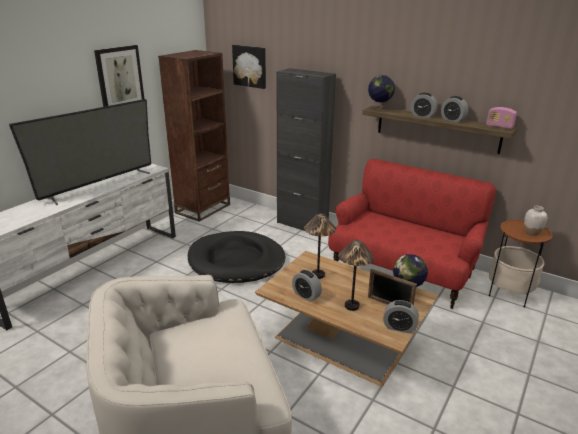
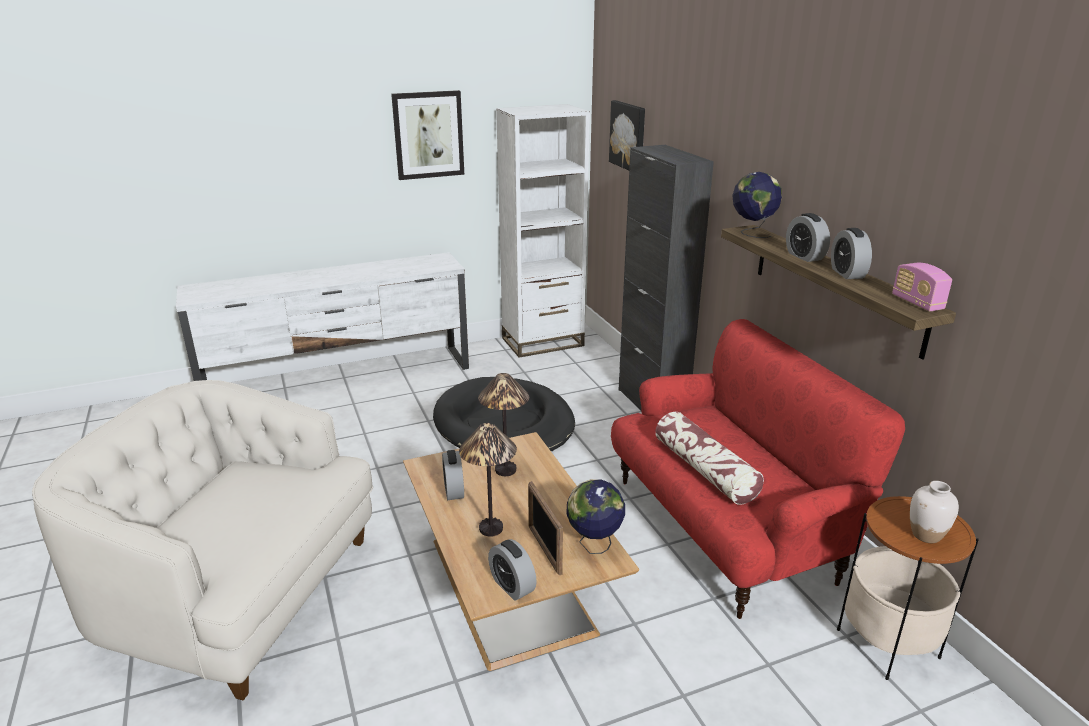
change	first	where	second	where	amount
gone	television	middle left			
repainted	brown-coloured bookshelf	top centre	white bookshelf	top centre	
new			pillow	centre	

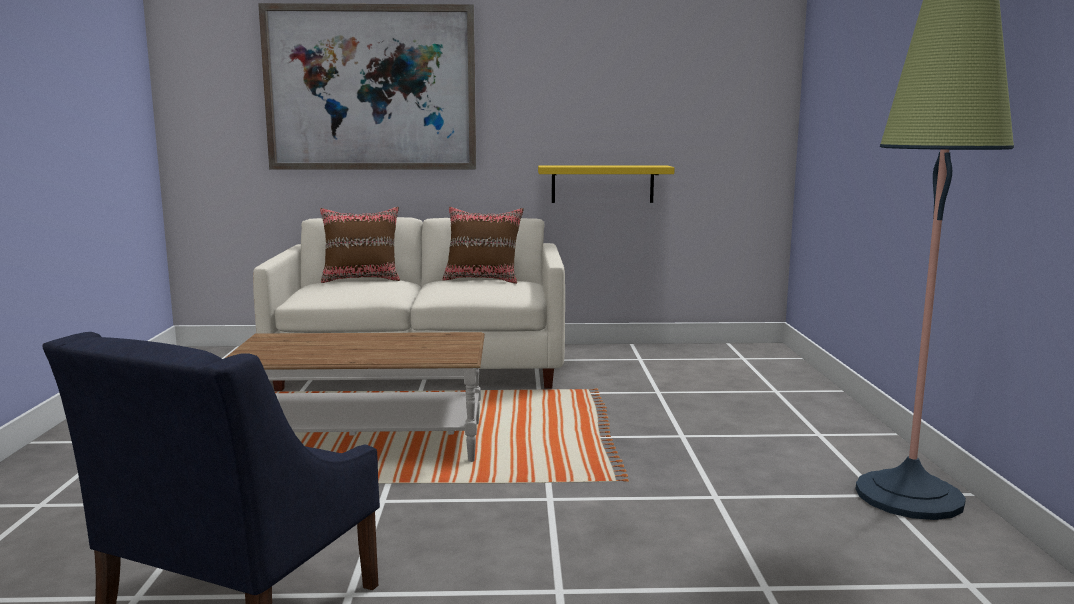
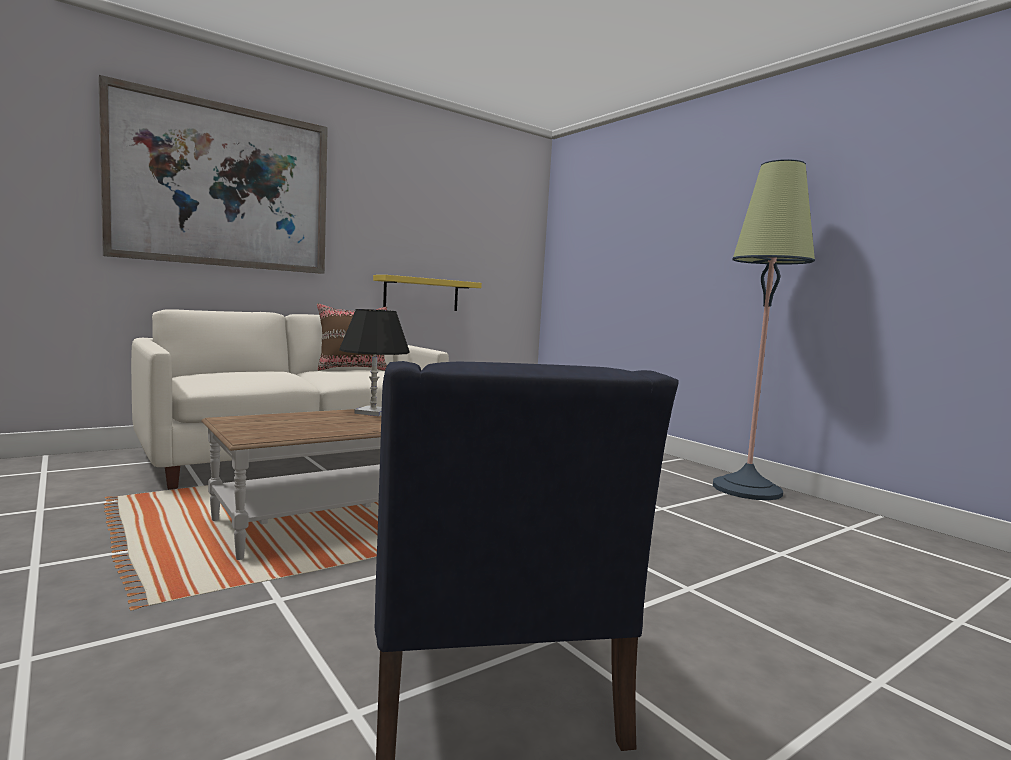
change	first	where	second	where	amount
gone	brown-coloured pillow (no. 1 from left)	centre			
new			black table lamp	centre	

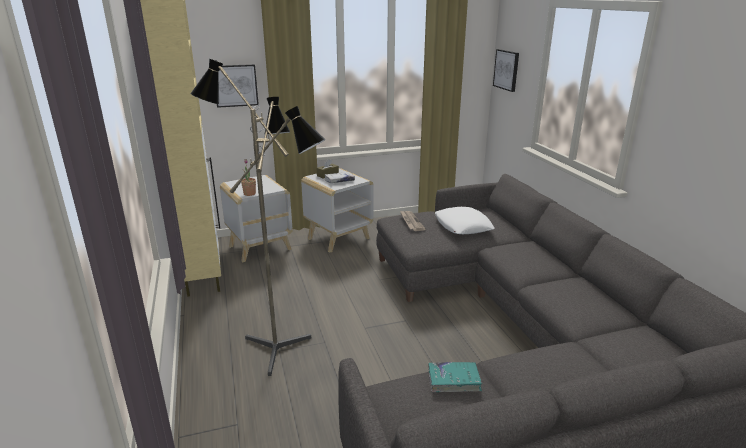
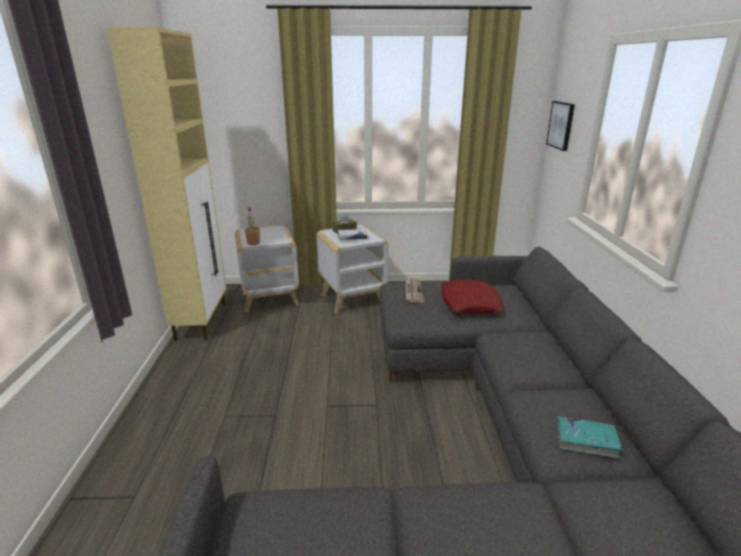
change	first	where	second	where	amount
gone	floor lamp	centre			
gone	wall picture (no. 1 from left)	top left			
shifted	blue-green book	bottom centre		bottom right	
repainted	white pillow	centre	red pillow	centre	

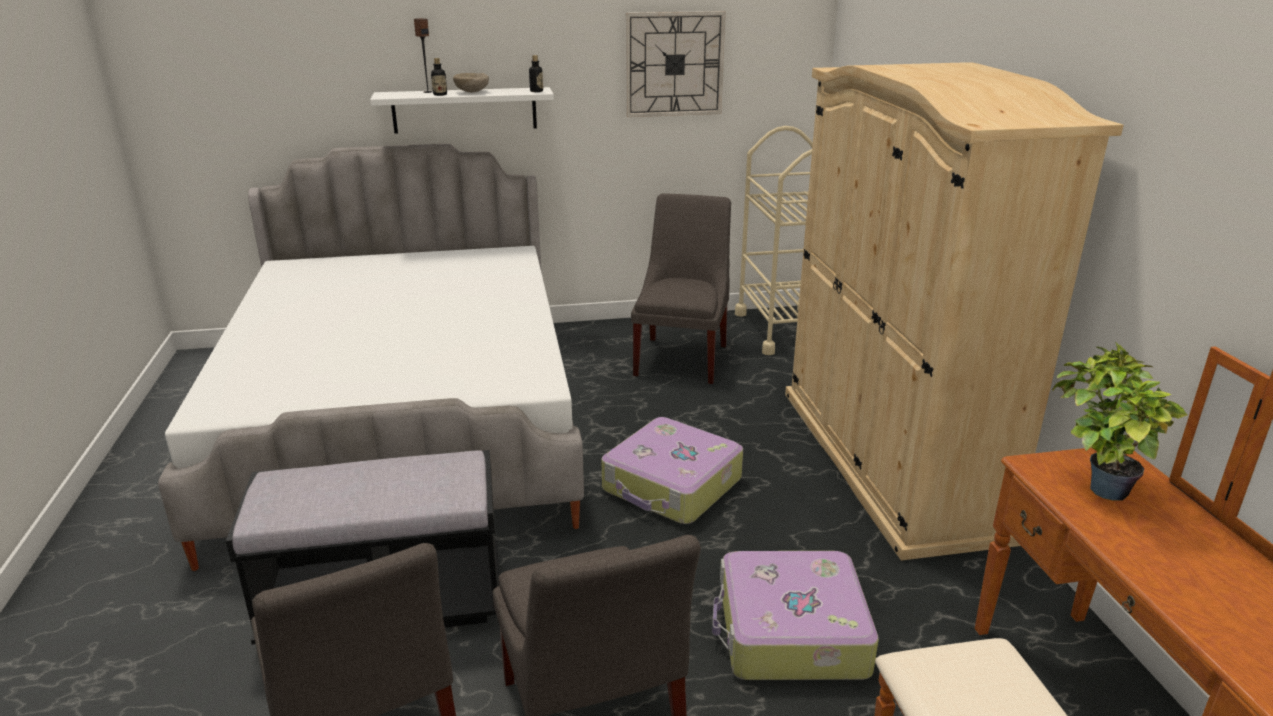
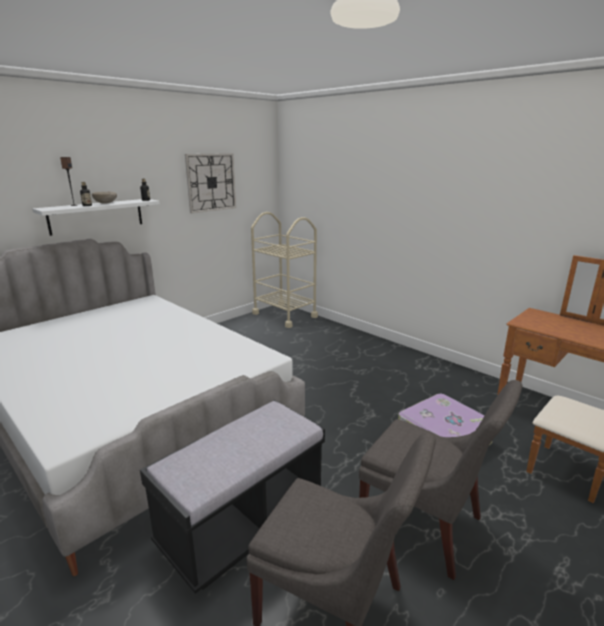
change	first	where	second	where	amount
gone	piece of luggage (no. 1 from left)	centre			
gone	gray plain chair (no. 3 from left)	centre			
gone	sand-coloured armoire	middle right			
gone	potted plant	middle right			

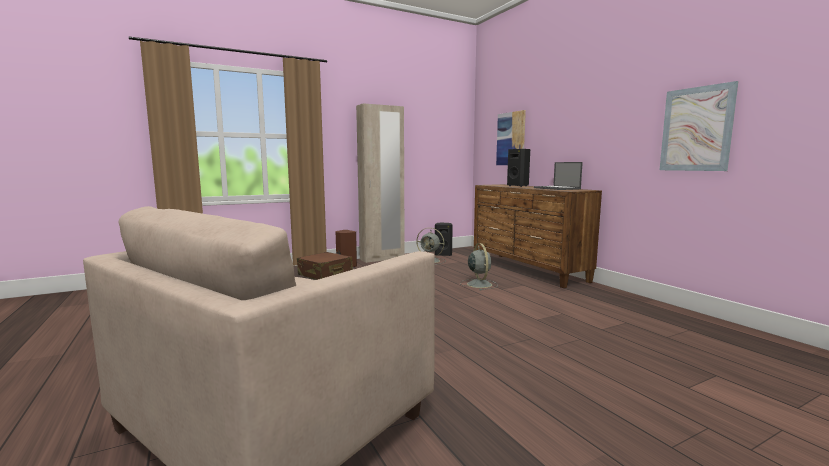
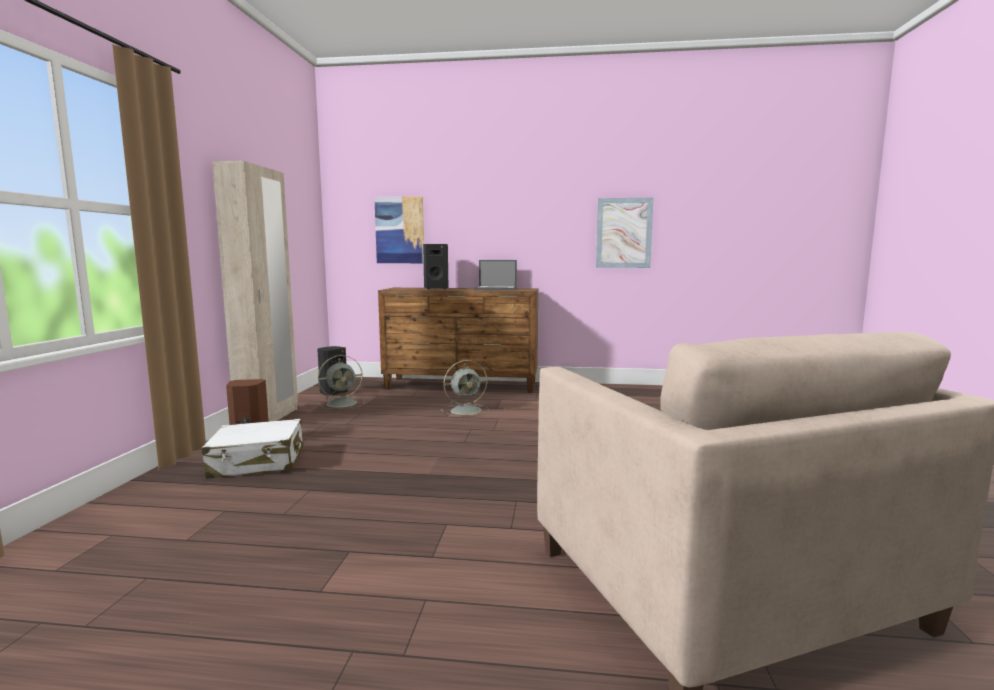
change	first	where	second	where	amount
repainted	brown-coloured piece of luggage	centre	white piece of luggage	middle left	
rotated	gray electric fan (no. 2 from left)	centre		centre	135 degrees clockwise

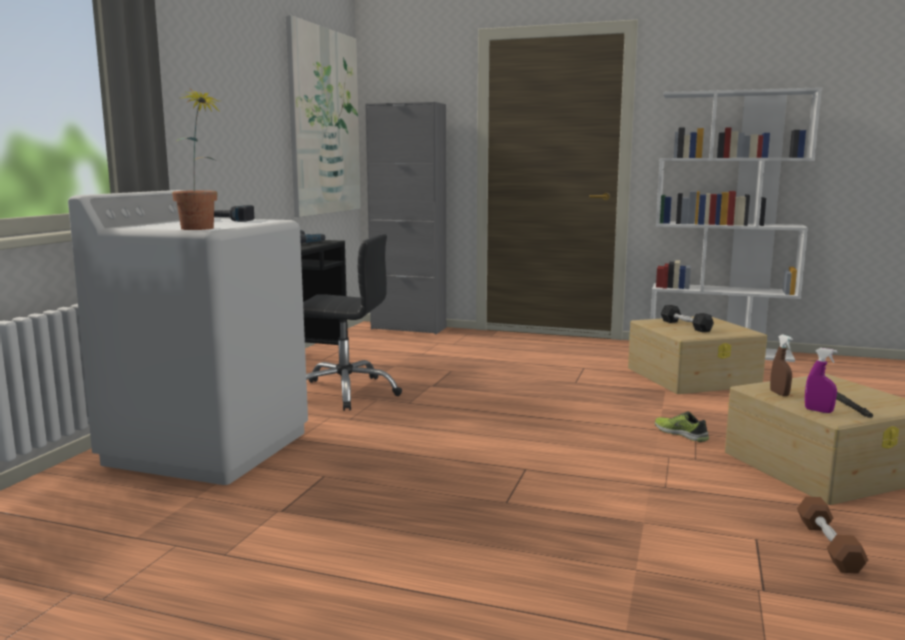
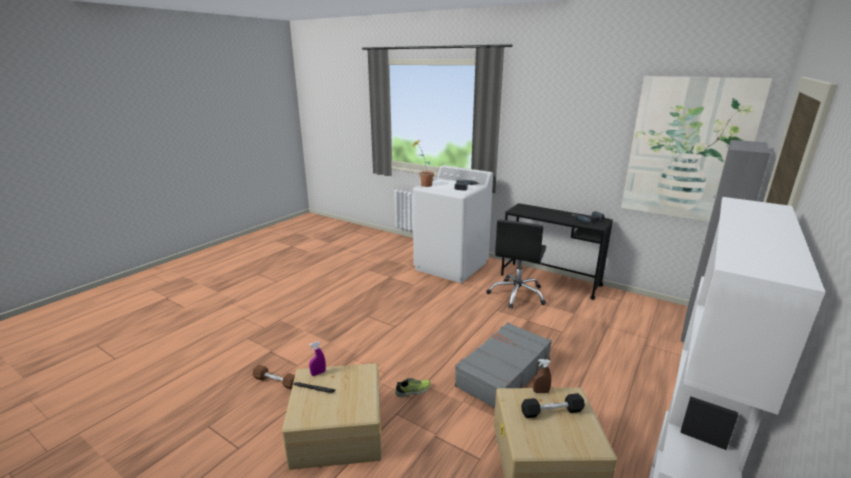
change	first	where	second	where	amount
shifted	brown-coloured spray bottle	middle right		bottom centre	
new			gray piece of luggage	bottom centre	

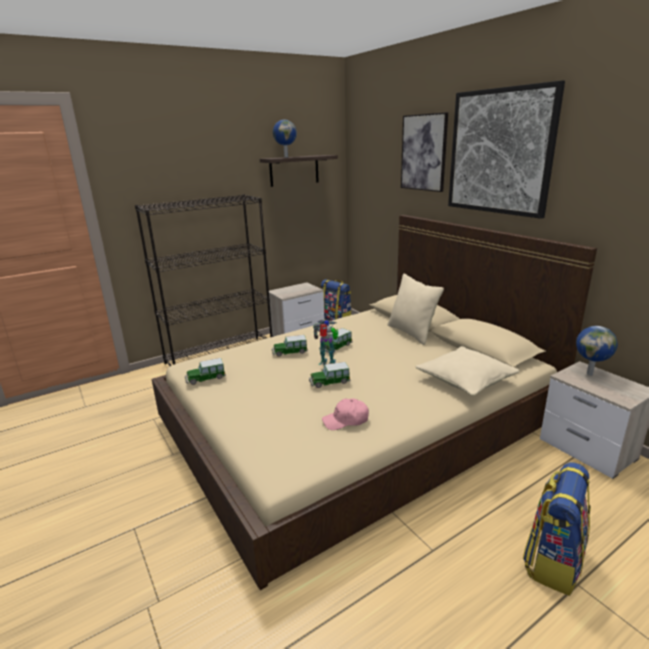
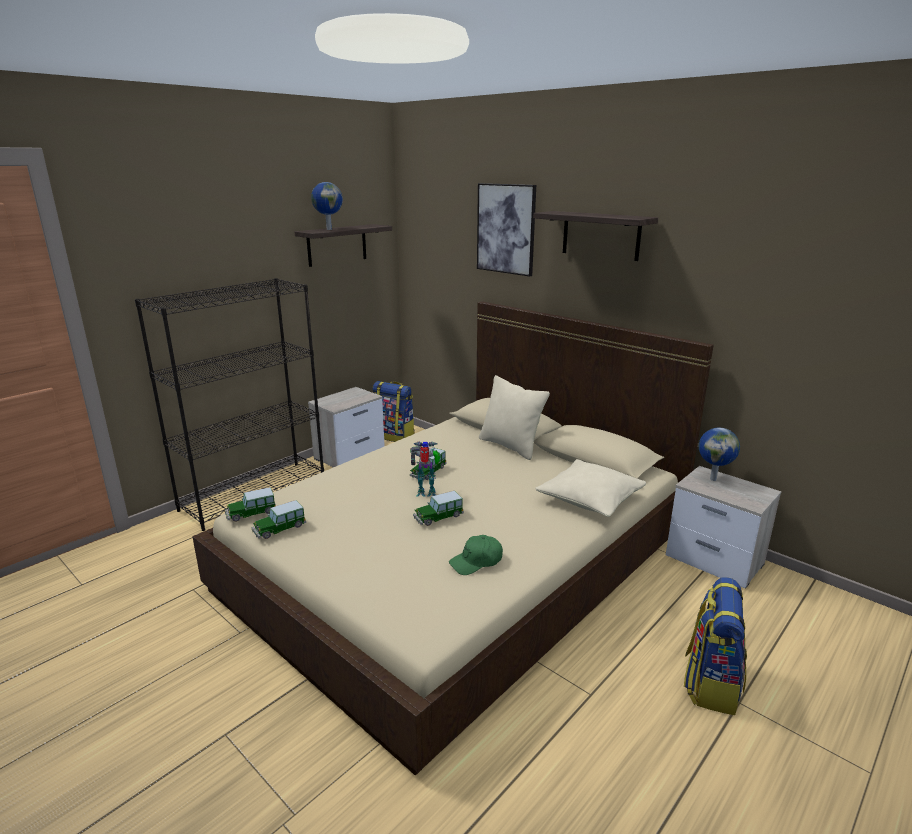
change	first	where	second	where	amount
shifted	miniature car (no. 2 from left in the first image)	centre	miniature car (no. 1 from left)	middle left	
repainted	pinkish peaked cap	centre	green peaked cap	centre	
swapped	wall picture (no. 2 from left)	top right	shelf (no. 2 from left)	top centre	

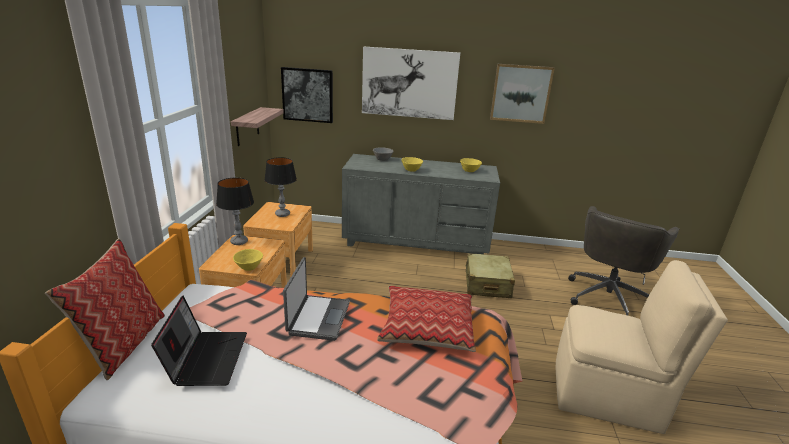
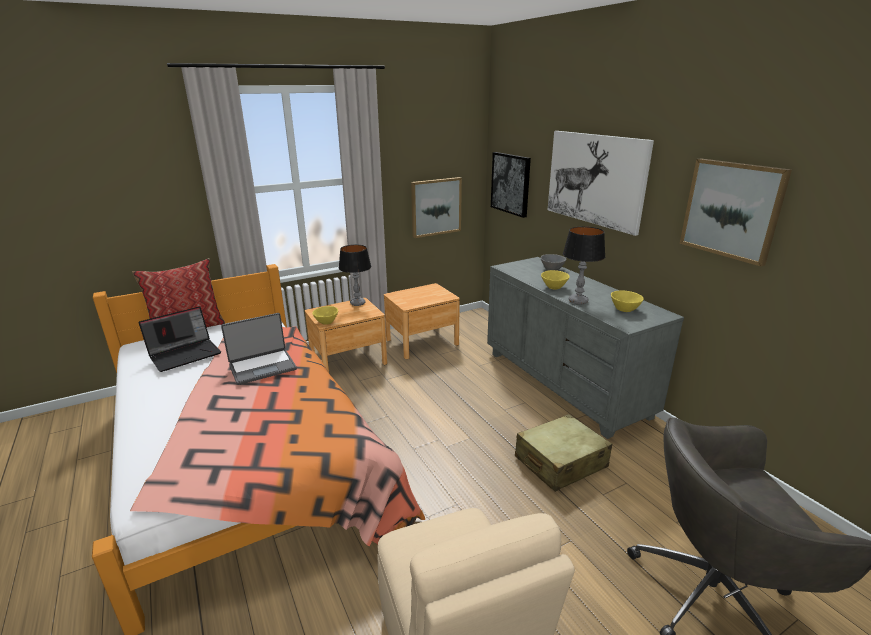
change	first	where	second	where	amount
swapped	shelf	top left	wall picture (no. 1 from left)	top centre	
shifted	table lamp (no. 2 from left)	centre		middle right	
gone	pillow (no. 2 from left)	bottom centre			

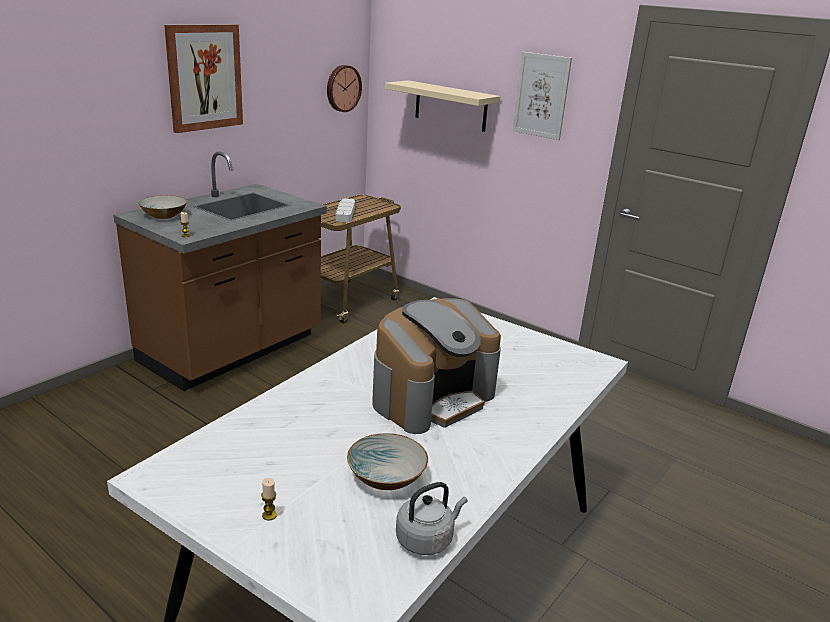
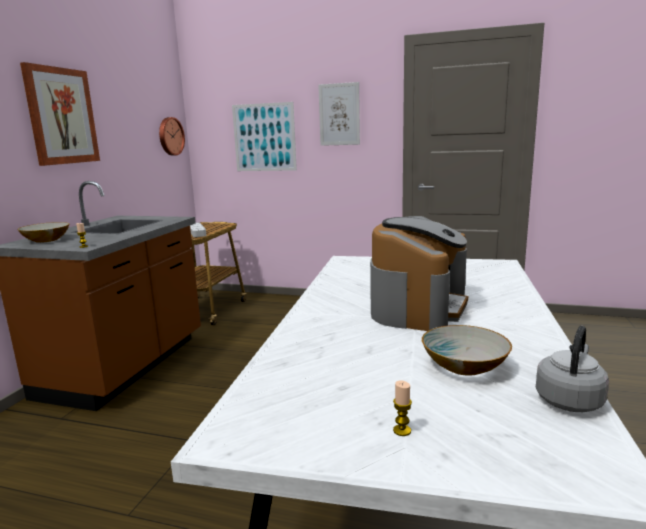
change	first	where	second	where	amount
swapped	sand-coloured shelf	top centre	wall picture (no. 2 from left)	top centre	

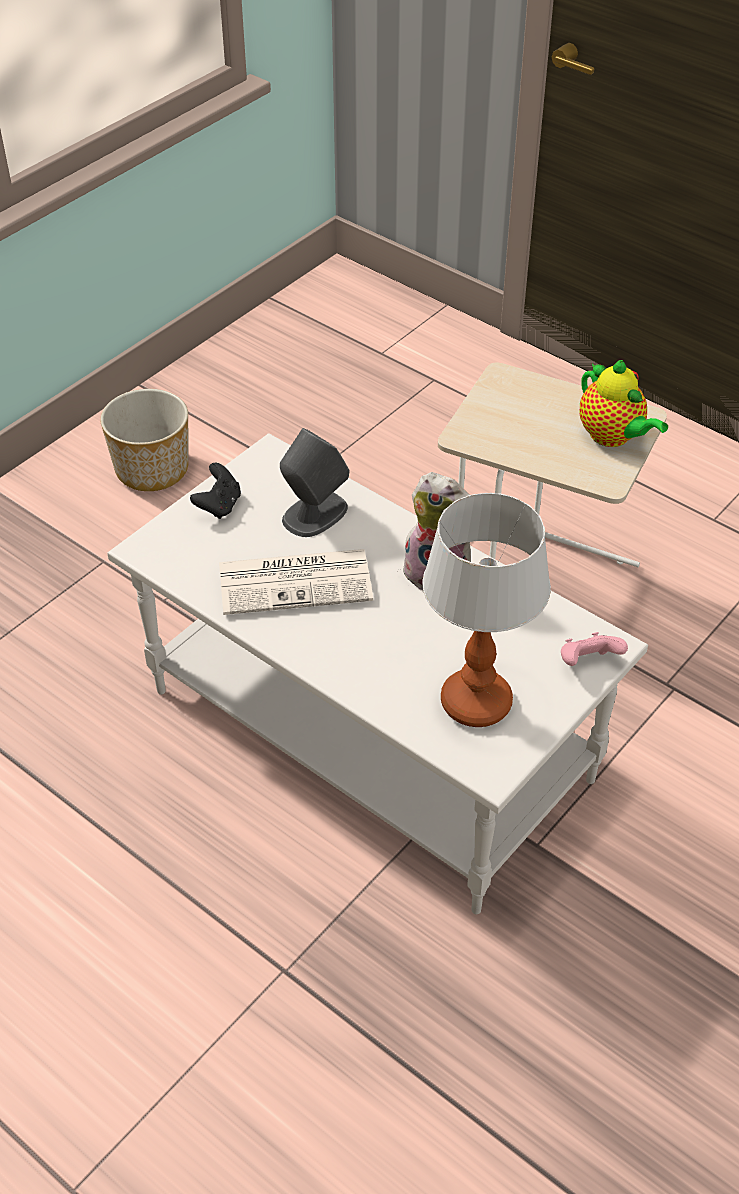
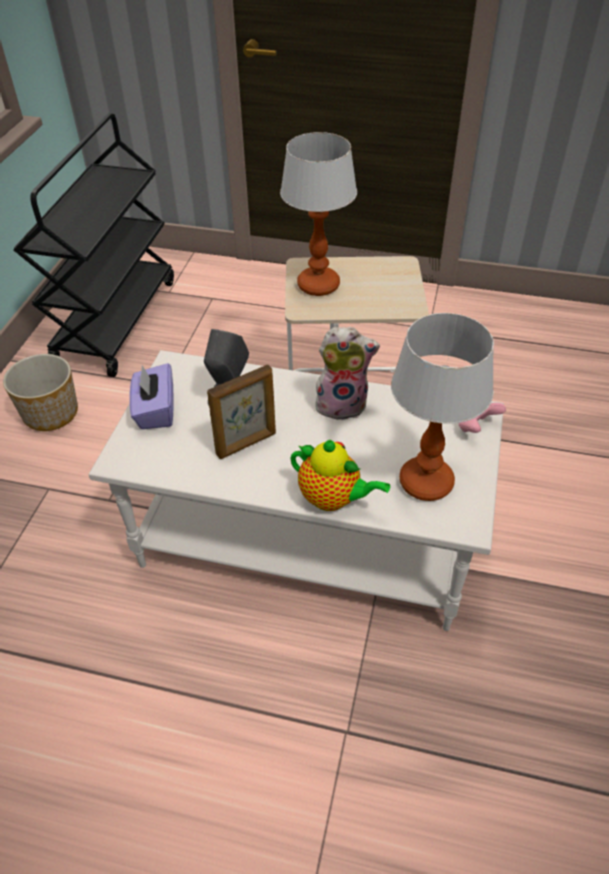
change	first	where	second	where	amount
swapped	black game controller	middle left	purple-coloured tissue holder	middle left	
swapped	newspaper	centre	picture frame	centre	
shifted	tea pot	middle right		centre	
new			black wheeled cart	top left	
new			table lamp (no. 1 from left)	top centre	

